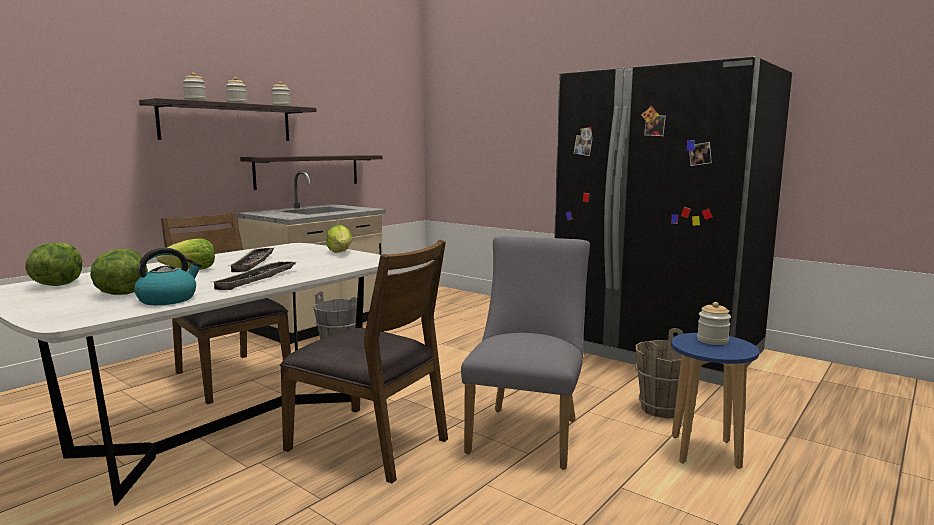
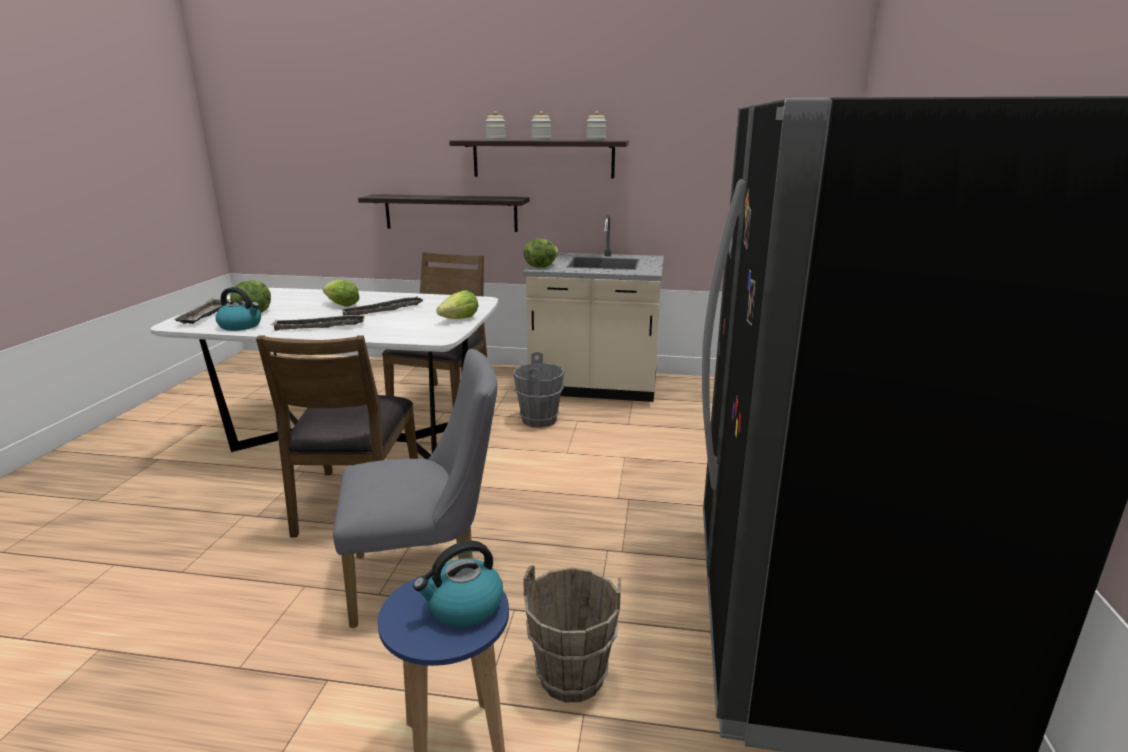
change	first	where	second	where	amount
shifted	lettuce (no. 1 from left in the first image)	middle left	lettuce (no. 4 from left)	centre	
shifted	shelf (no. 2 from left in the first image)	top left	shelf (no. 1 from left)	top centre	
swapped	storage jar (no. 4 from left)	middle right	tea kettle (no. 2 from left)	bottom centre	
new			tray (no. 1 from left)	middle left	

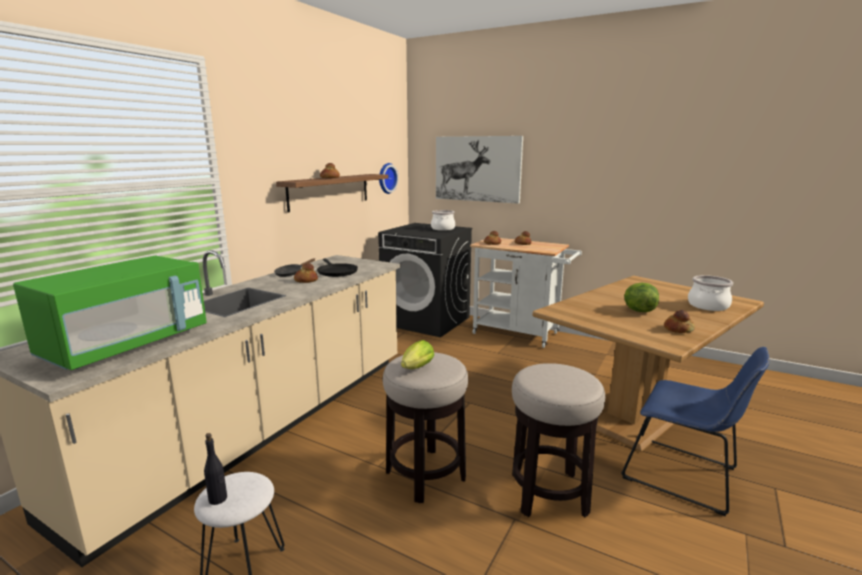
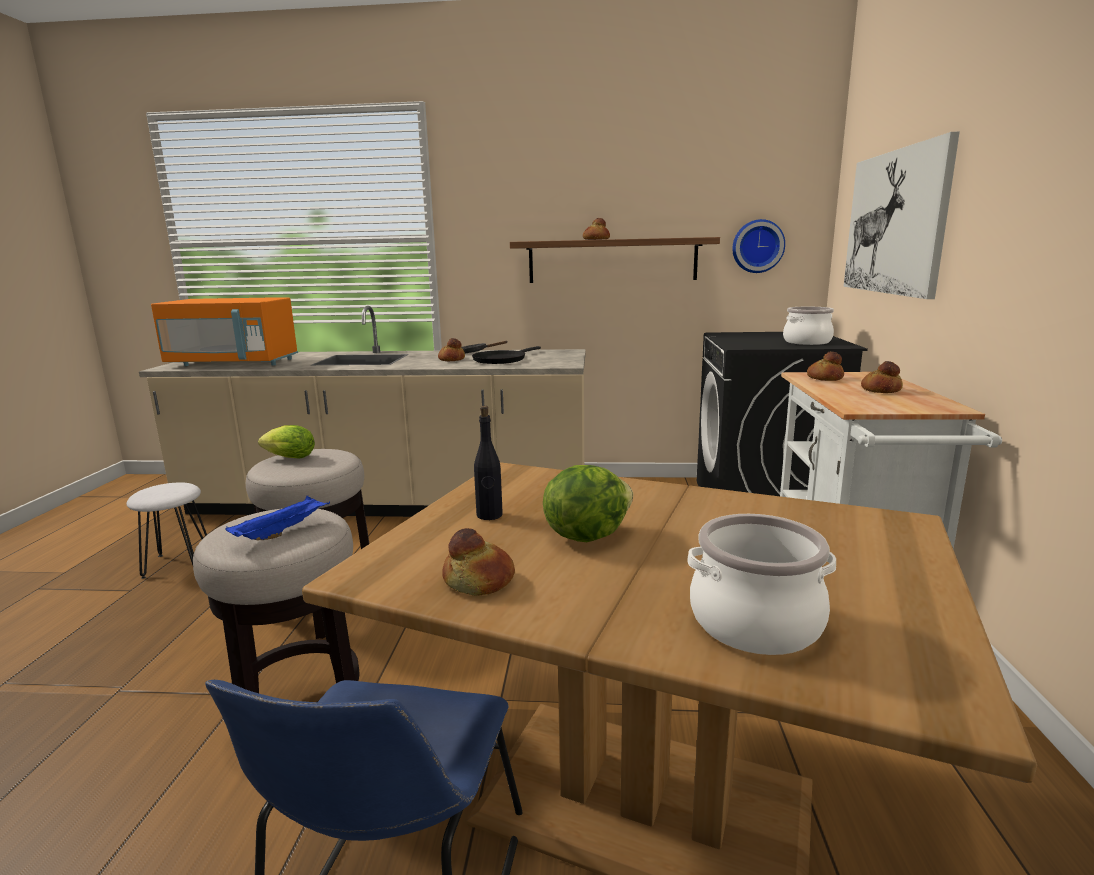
change	first	where	second	where	amount
repainted	green microwave	middle left	orangey microwave	middle left	
shifted	black bottle	bottom left		centre	
new			blue-coloured tray	middle left	

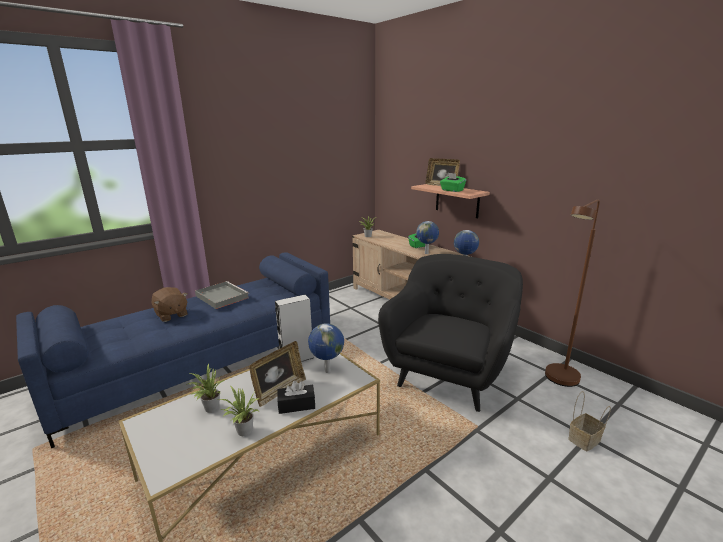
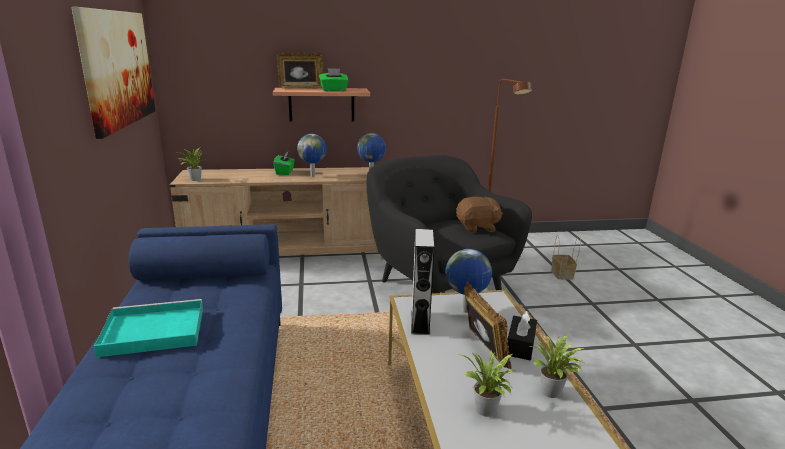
change	first	where	second	where	amount
shifted	brown-coloured cuddly toy	middle left		centre	
repainted	gray tray	middle left	blue-green tray	bottom left	
new			wall picture	top left	

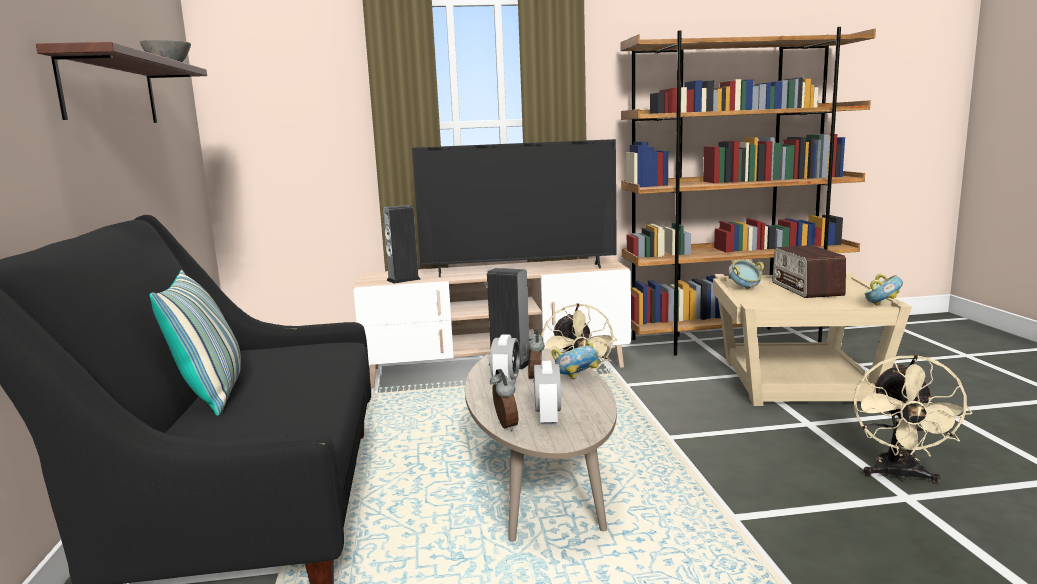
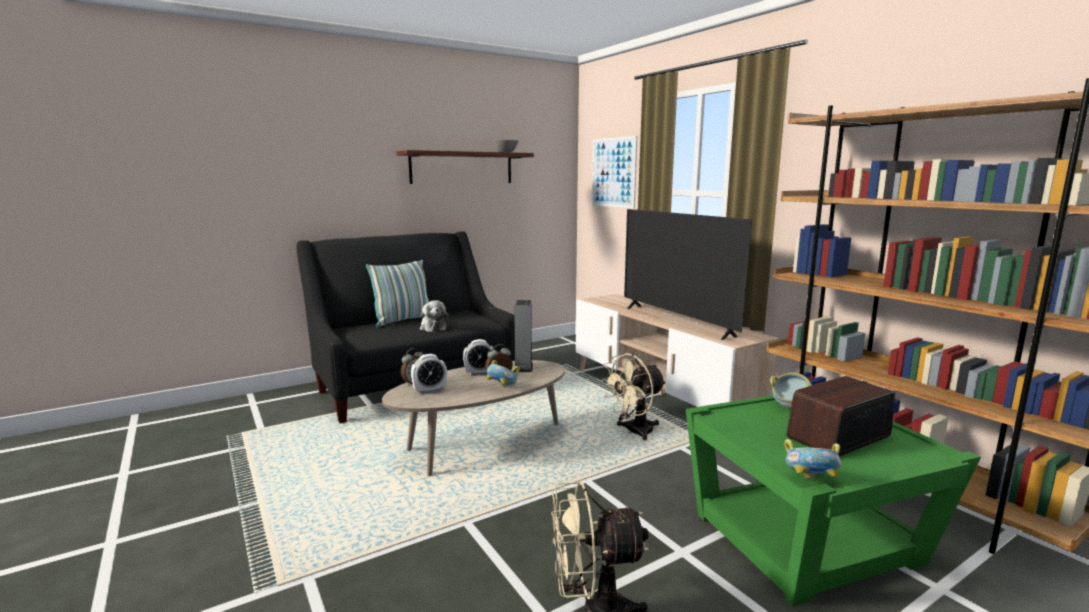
change	first	where	second	where	amount
gone	audio speaker (no. 1 from left)	centre			
repainted	sand-coloured accent table	middle right	green accent table	bottom right	
new			cuddly toy	centre	
new			wall picture	top centre	

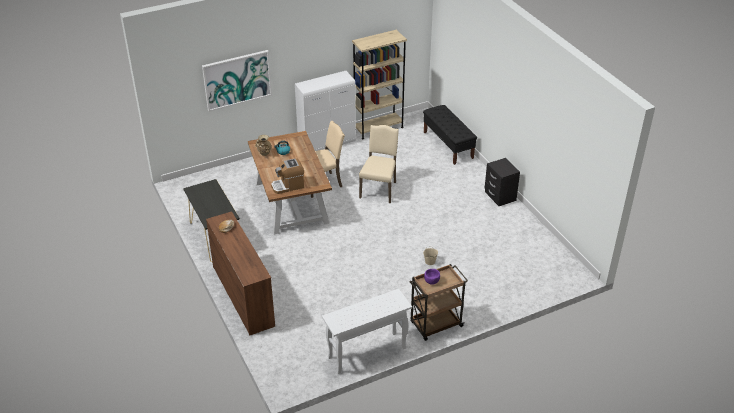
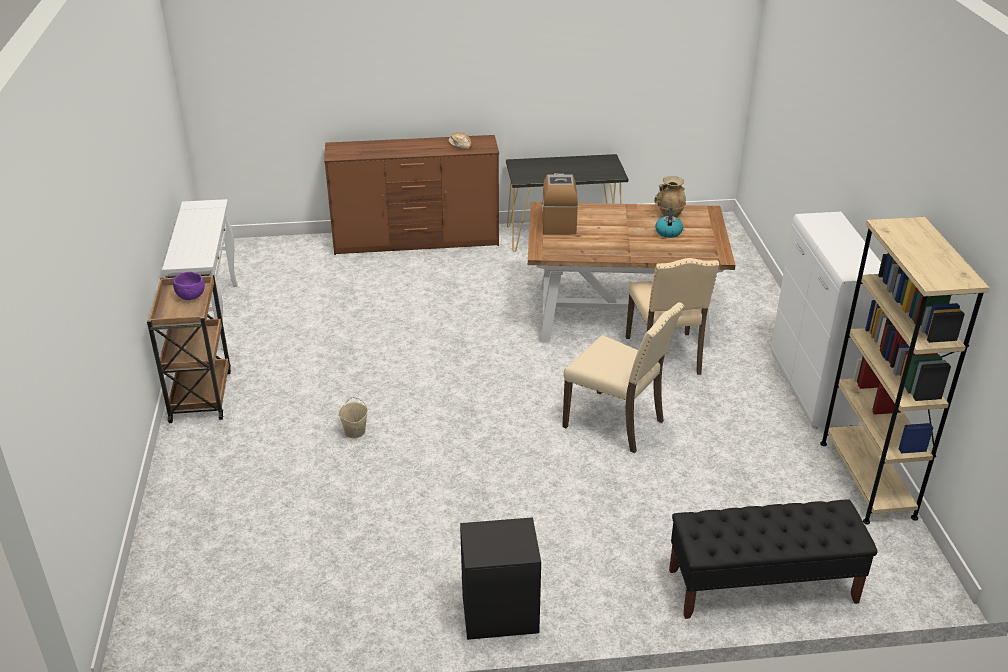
change	first	where	second	where	amount
gone	wall picture	top left			

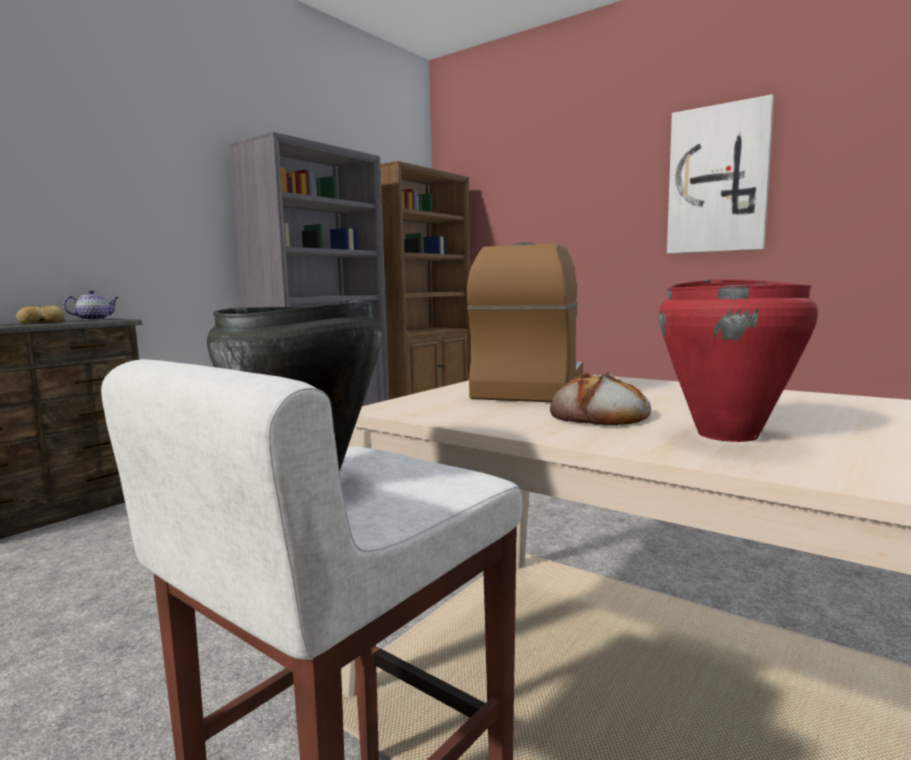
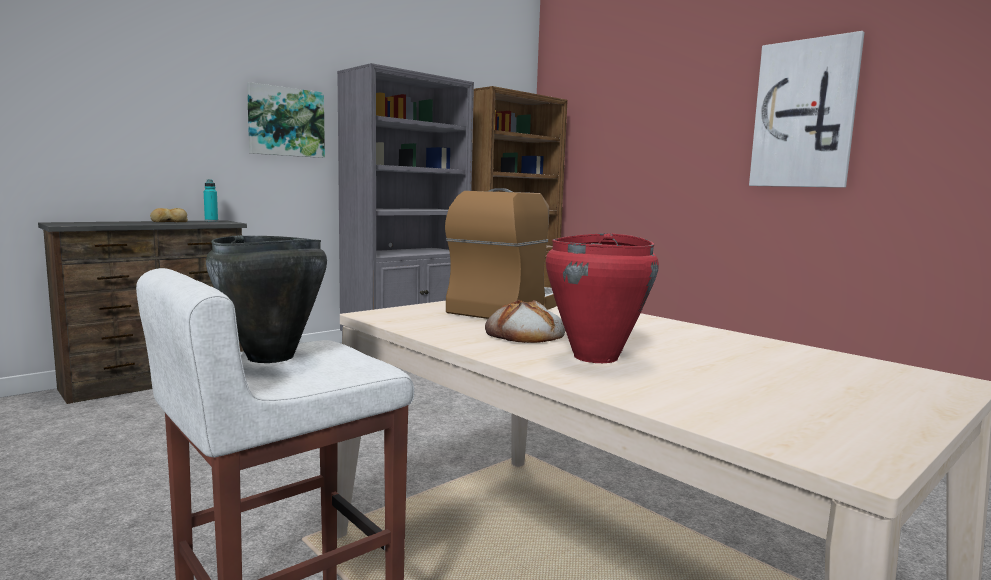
change	first	where	second	where	amount
swapped	tea pot	middle left	blue-green bottle	middle left	
new			wall picture (no. 1 from left)	top left	

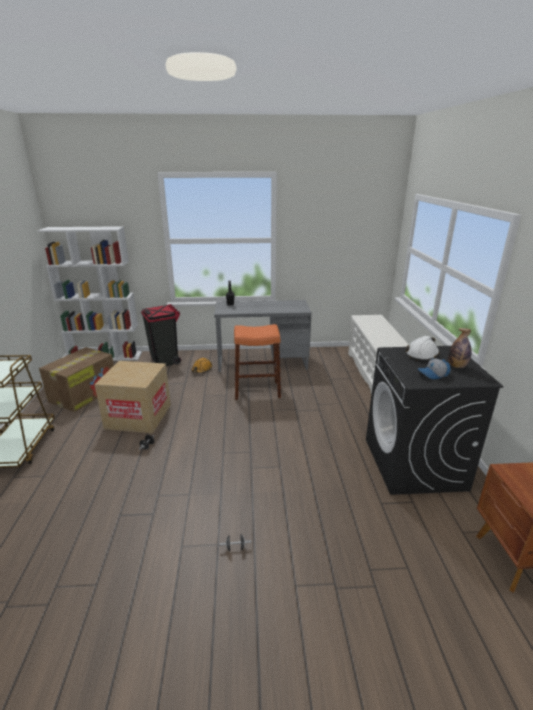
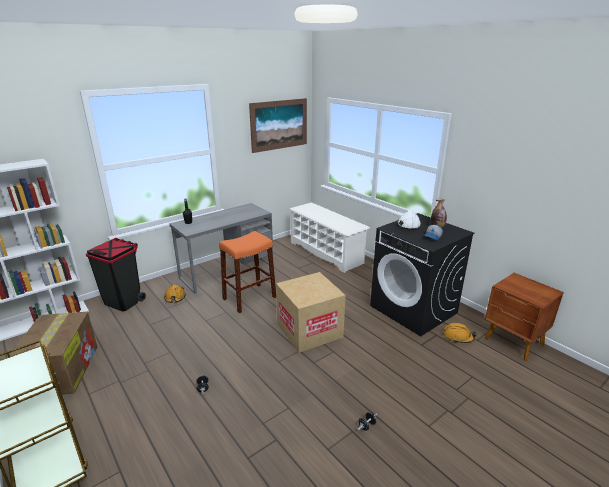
change	first	where	second	where	amount
shifted	cardboard box (no. 2 from left)	middle left		centre	
new			wall picture	top centre	
new			orangey safety helmet (no. 2 from left)	bottom right	

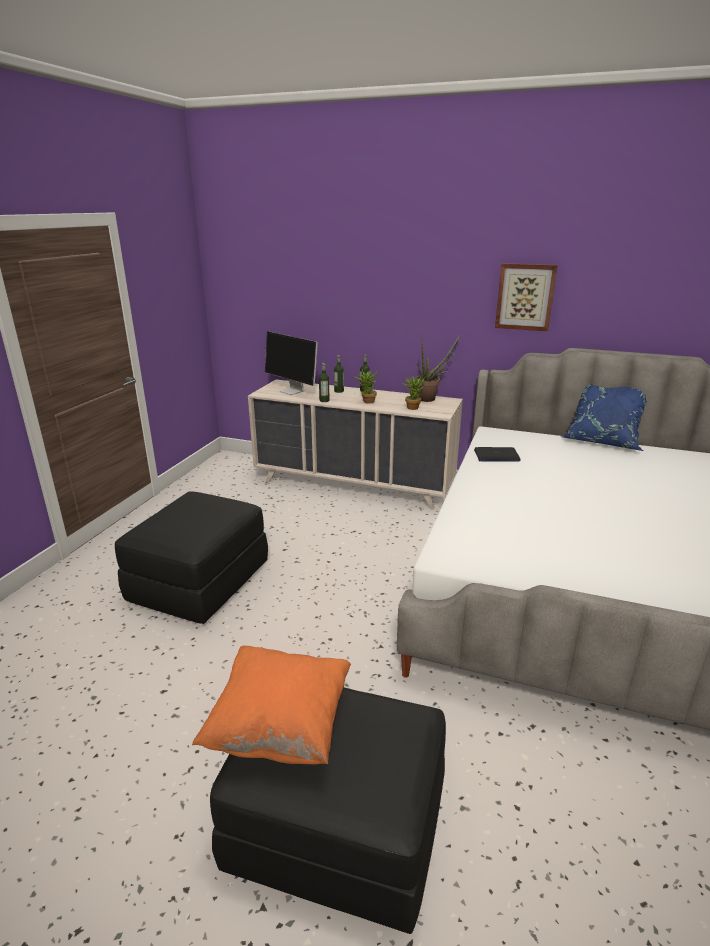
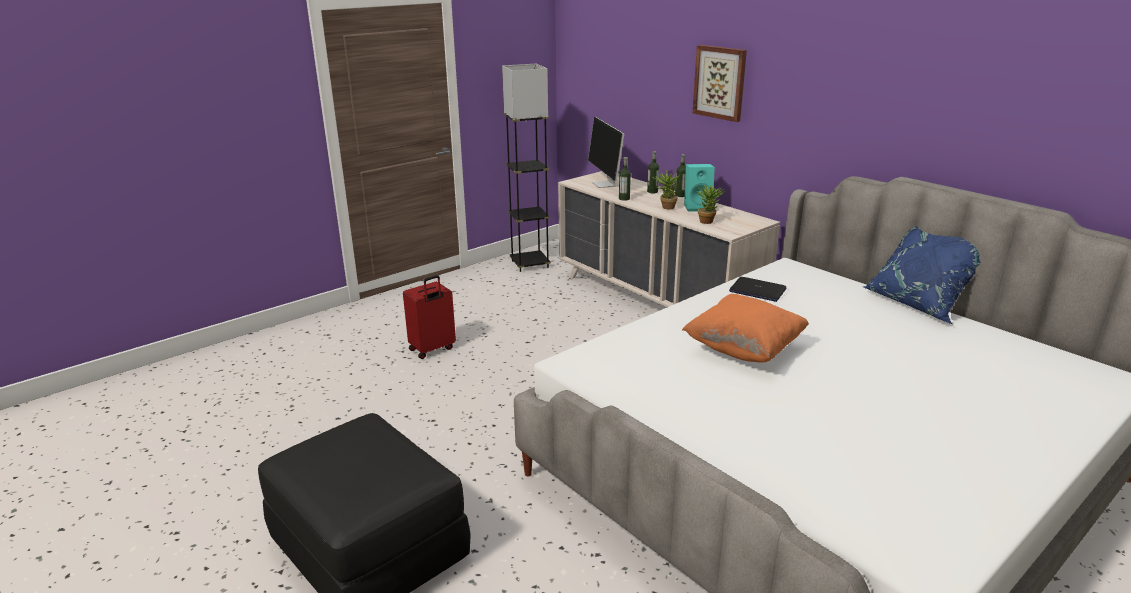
change	first	where	second	where	amount
swapped	black ottoman (no. 1 from left)	middle left	red piece of luggage	centre	
shifted	orangey pillow	bottom centre		centre	
gone	potted plant (no. 3 from left)	centre			
shifted	wall picture	top right		top centre	
new			gray floor lamp	top centre	
new			blue-green audio speaker	top centre	

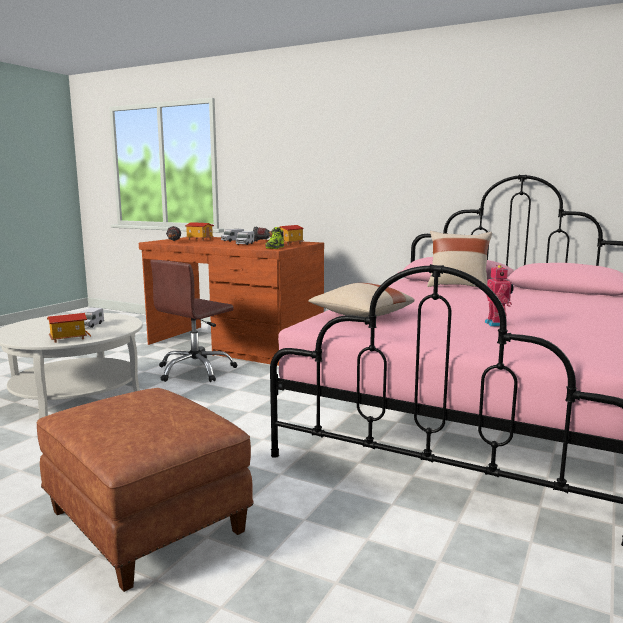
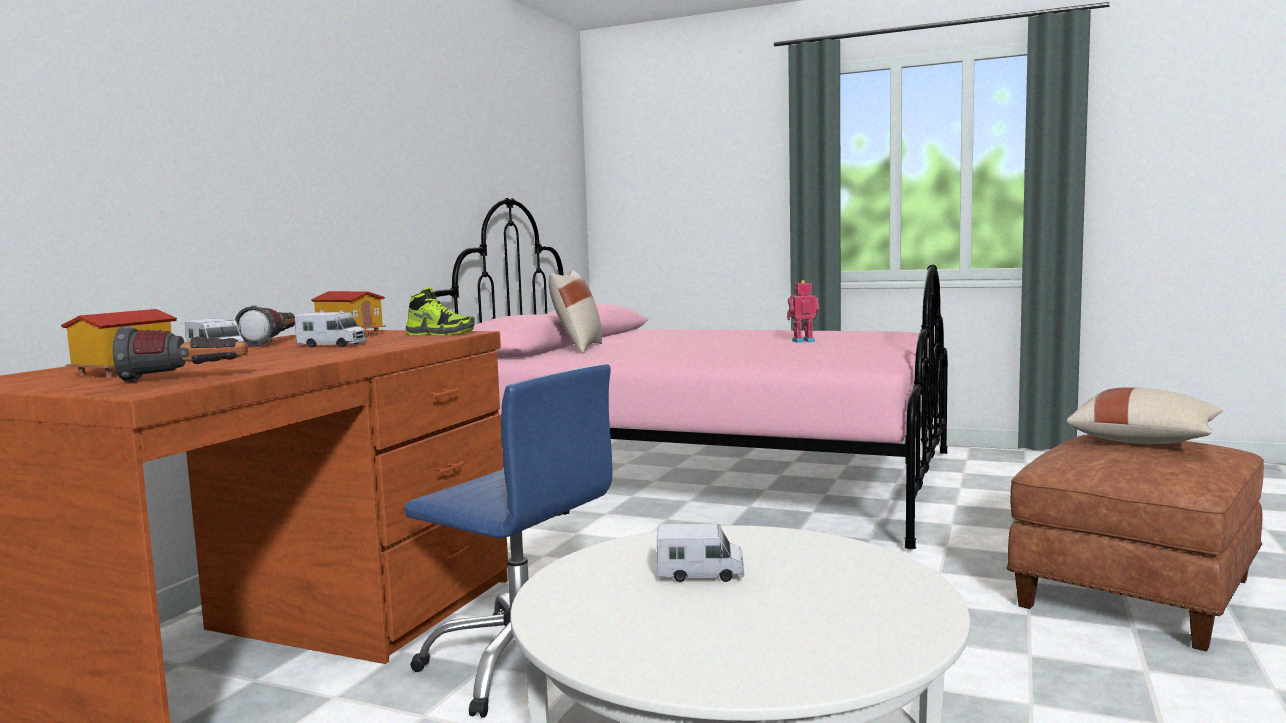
change	first	where	second	where	amount
gone	toy house (no. 1 from left)	middle left			
repainted	brown-coloured office chair	middle left	blue-coloured office chair	bottom centre	
shifted	sand-coloured pillow (no. 1 from left in the first image)	centre	sand-coloured pillow (no. 2 from left)	middle right	

